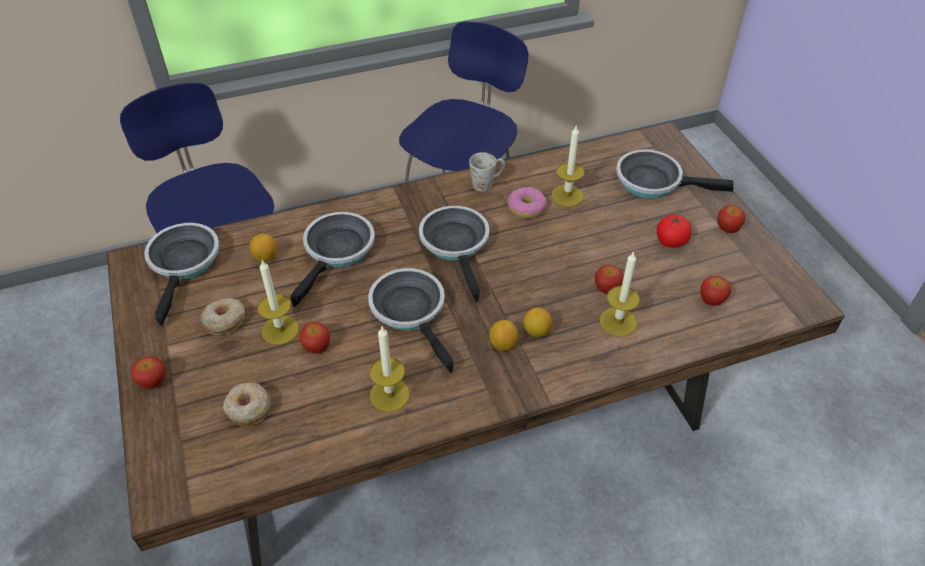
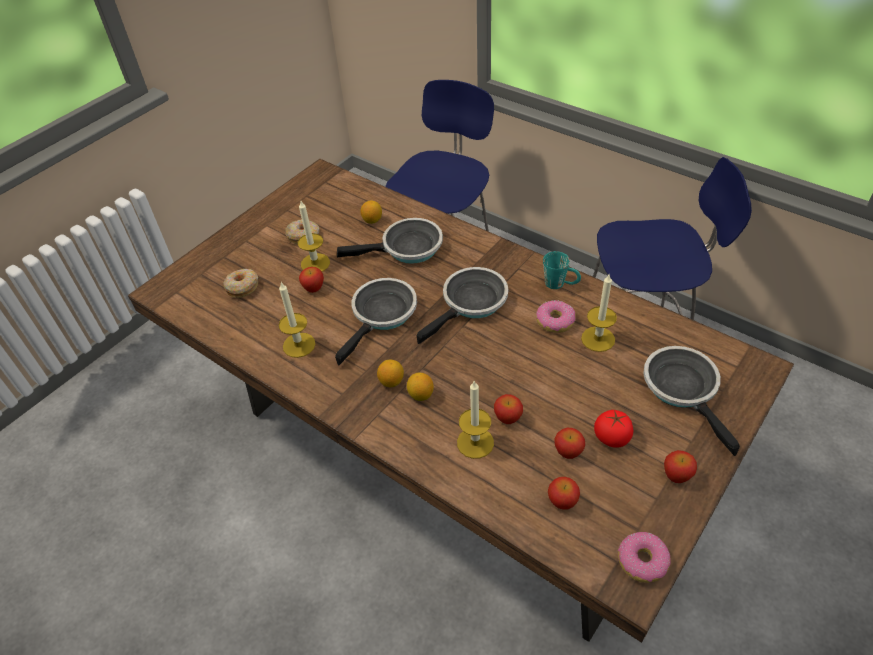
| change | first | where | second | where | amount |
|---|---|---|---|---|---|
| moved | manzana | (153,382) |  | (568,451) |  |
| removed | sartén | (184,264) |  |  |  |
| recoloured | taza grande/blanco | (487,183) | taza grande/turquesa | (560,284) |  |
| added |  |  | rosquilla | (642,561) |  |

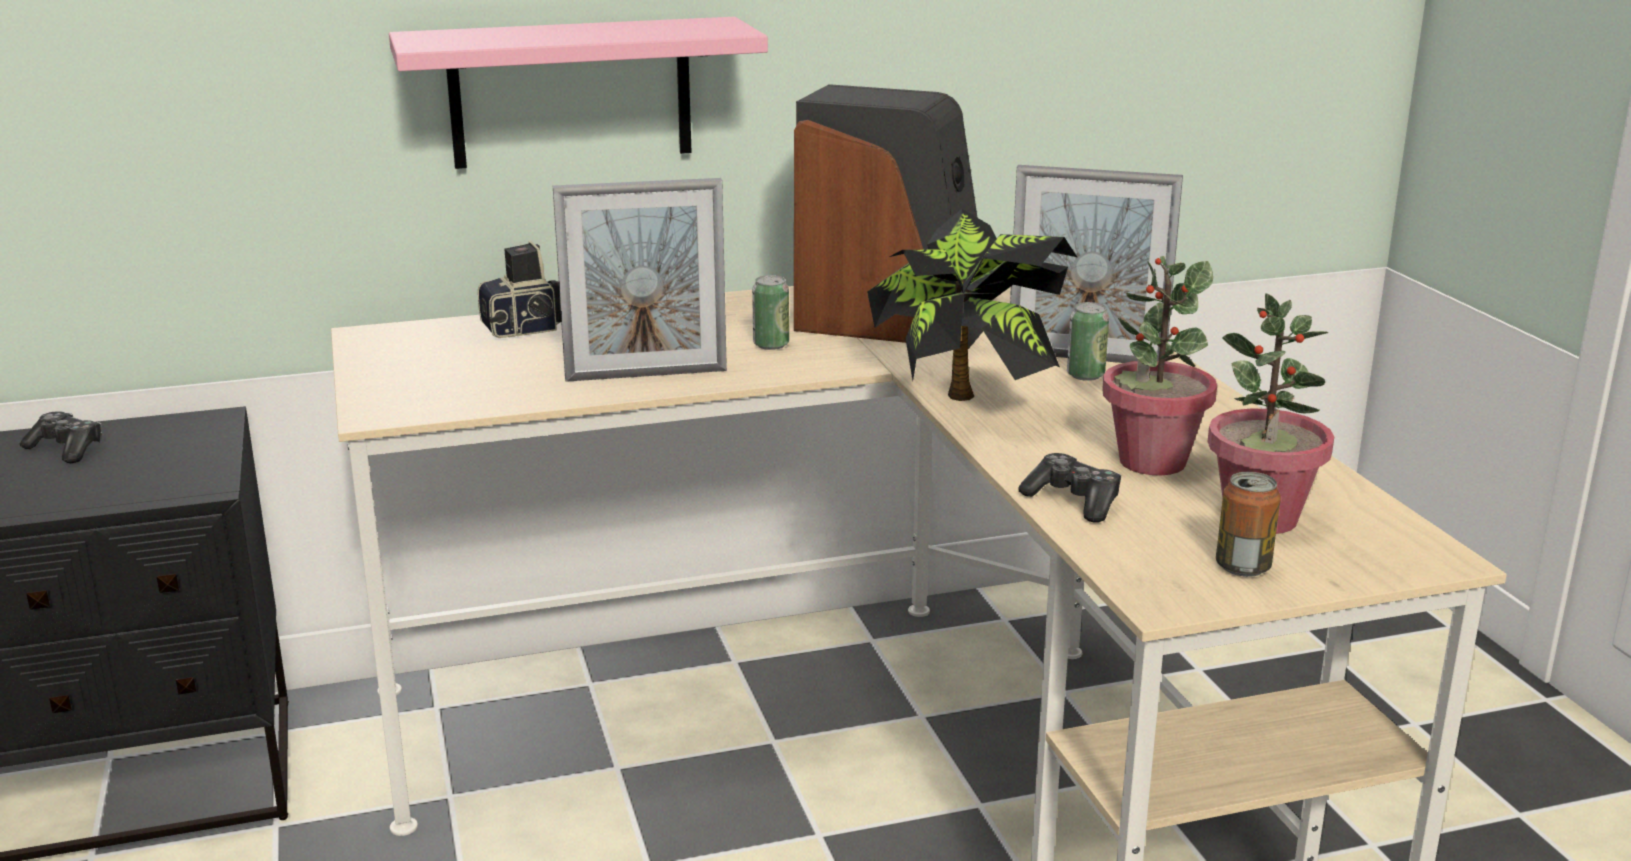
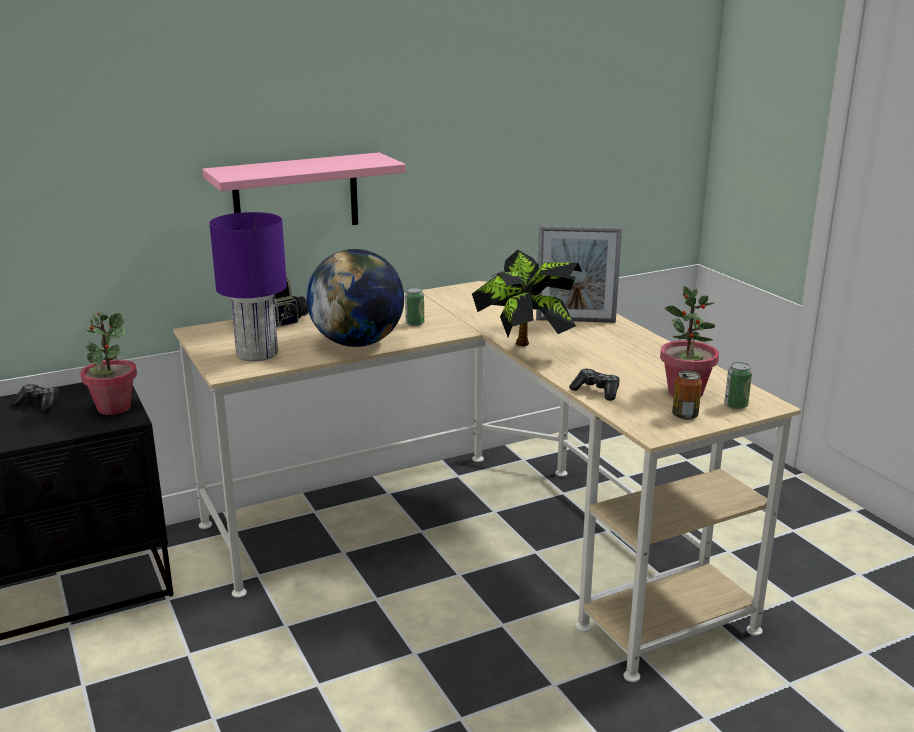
| change | first | where | second | where | amount |
|---|---|---|---|---|---|
| replaced | portarretratos | (646,374) | globo terráqueo | (357,343) |  |
| removed | altavoz | (892,323) |  |  |  |
| moved | lata | (1085,375) |  | (735,405) |  |
| moved | planta en maceta | (1151,461) |  | (113,408) |  |
| added |  |  | lámpara de mesa/morado | (258,353) |  |

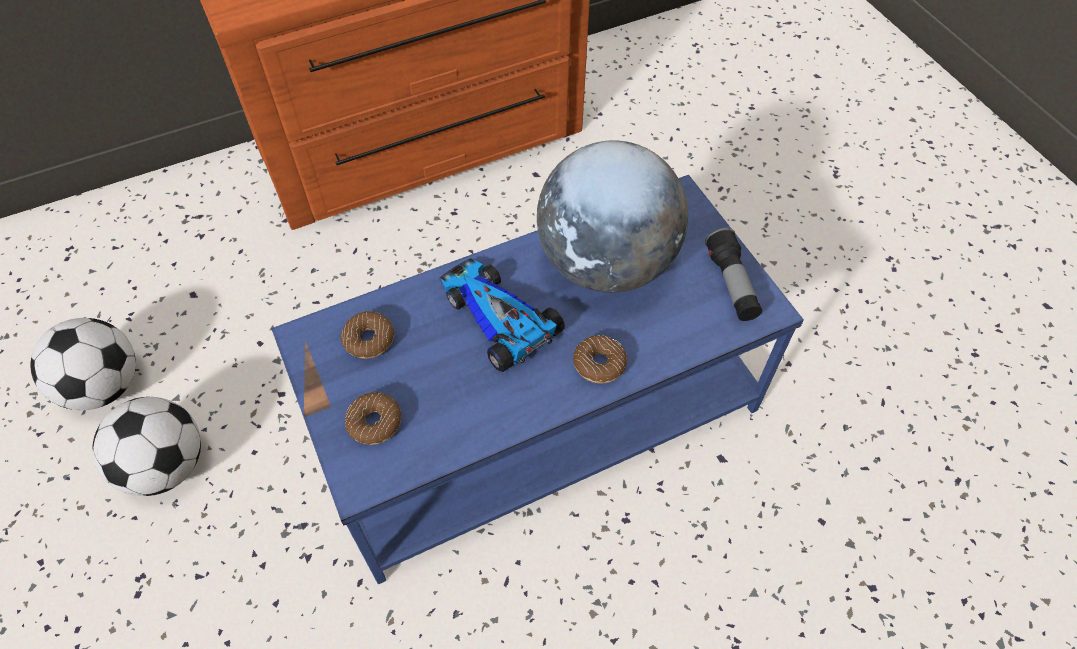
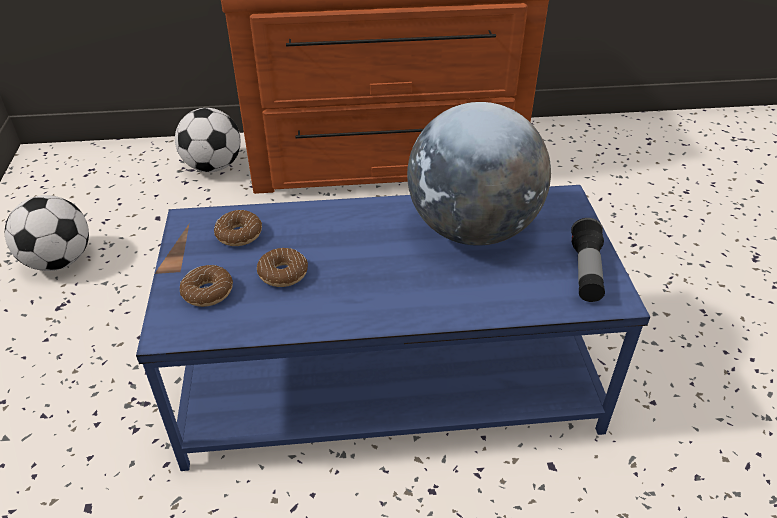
| change | first | where | second | where | amount |
|---|---|---|---|---|---|
| moved | balón de fútbol | (166,466) |  | (213,167) |  |
| removed | coche de juguete | (497,318) |  |  |  |
| moved | rosquilla | (599,364) |  | (283,273) |  |

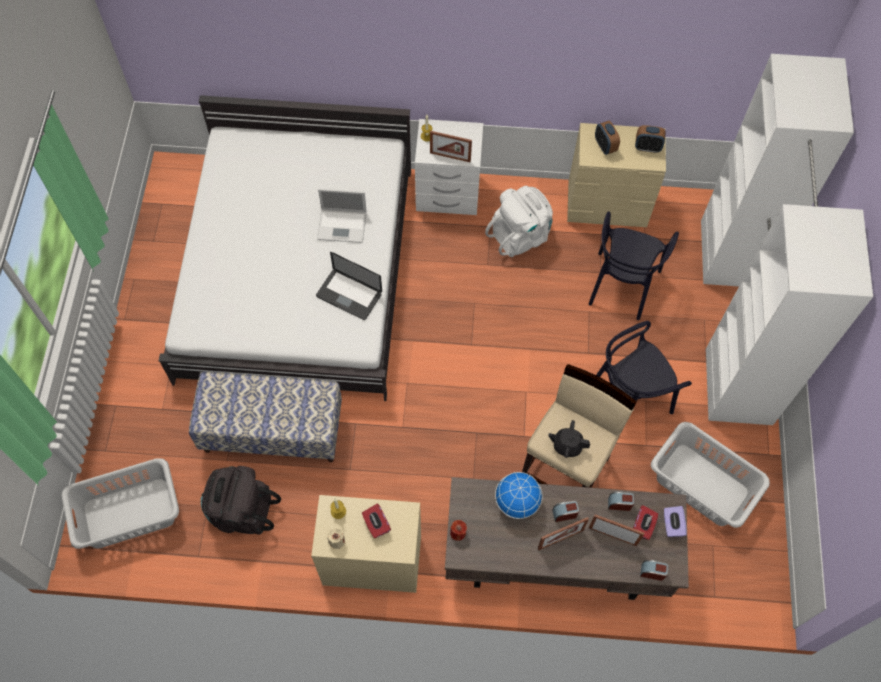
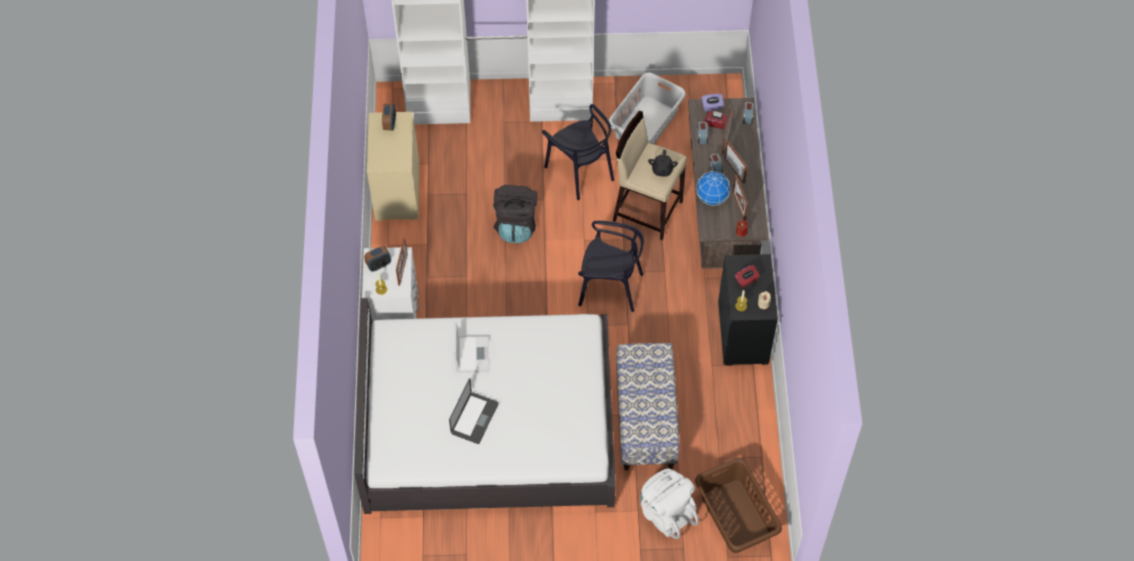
| change | first | where | second | where | amount |
|---|---|---|---|---|---|
| recoloured | cesto de la ropa/gris | (129,513) | cesto de la ropa/marrón | (735,517) |  |
| moved | mochila/negro | (241,511) |  | (516,225) |  |
| recoloured | cómoda/beis | (371,561) | cómoda/negro | (743,333) |  |
| moved | portátil | (349,295) |  | (474,418) |  |
| moved | mochila/blanco | (520,236) |  | (666,512) |  |
| moved | silla/negro | (622,285) |  | (610,287) |  |
| moved | despertador | (605,146) |  | (379,265) |  |
| added |  |  | portarretratos | (739,206) |  |

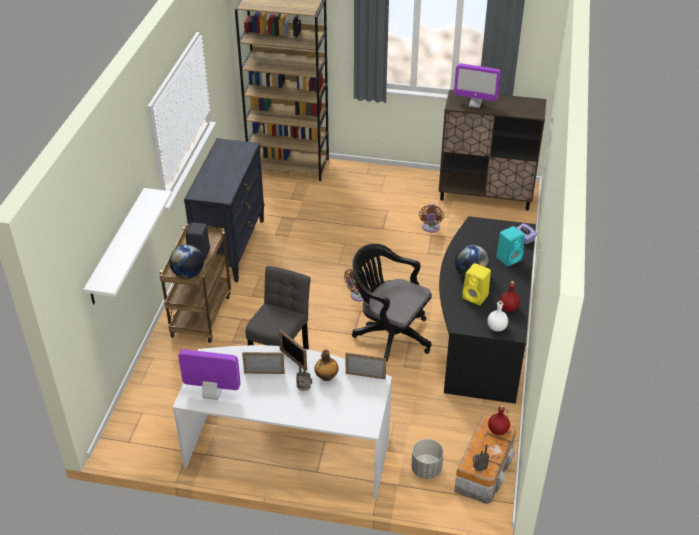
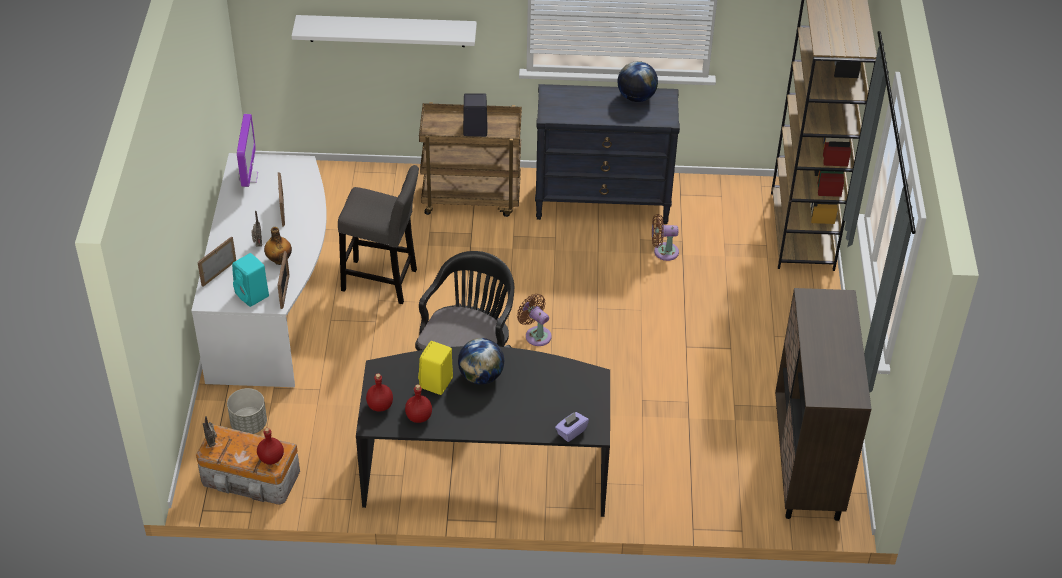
| change | first | where | second | where | amount |
|---|---|---|---|---|---|
| moved | globo terráqueo | (188,274) |  | (636,97) |  |
| moved | portarretratos | (293,360) |  | (218,273) |  |
| moved | ventilador/marrón | (430,228) |  | (663,251) |  |
| removed | monitor | (475,104) |  |  |  |
| recoloured | botella/blanco | (497,327) | botella/rojo | (380,406) |  |
| moved | altavoz/turquesa | (509,258) |  | (253,295) |  |

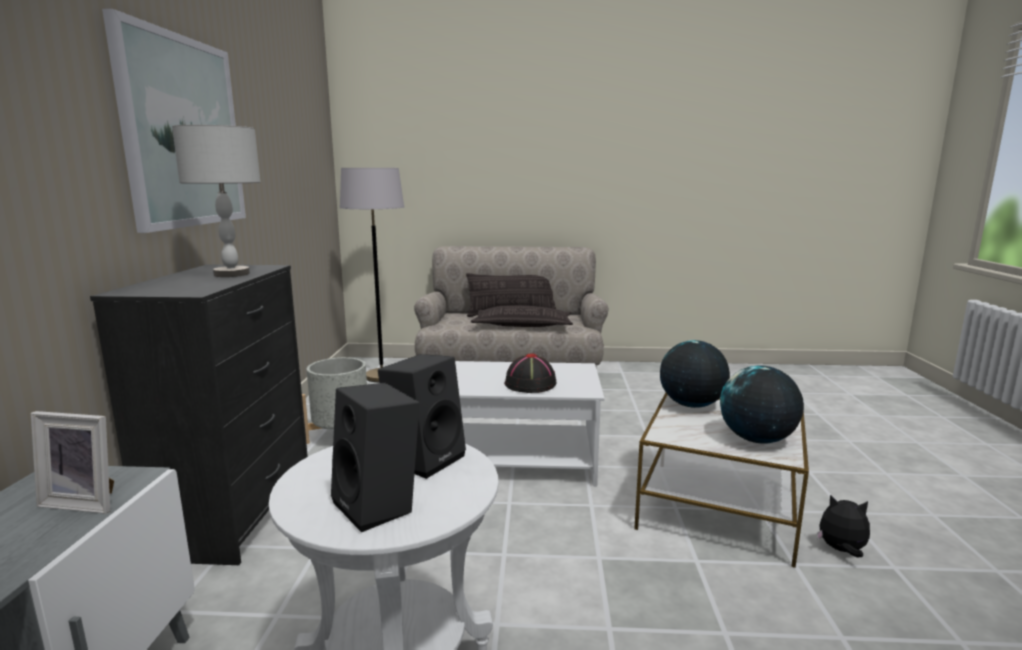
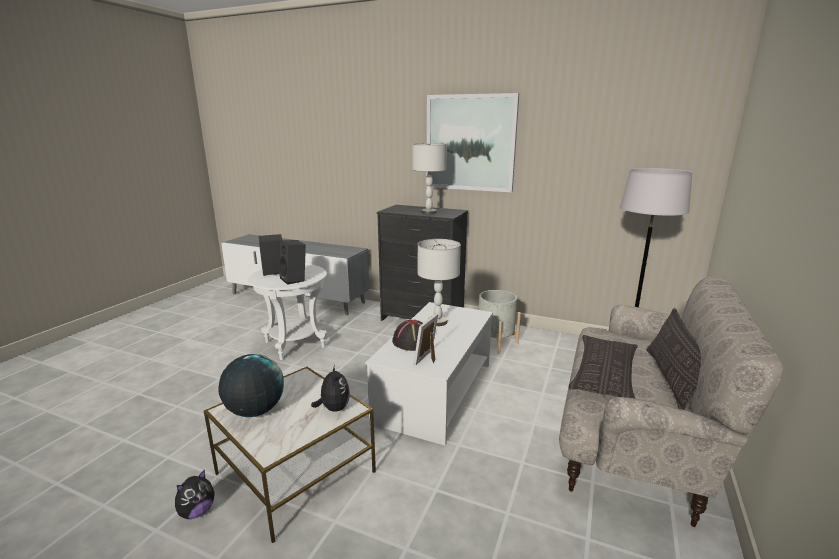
| change | first | where | second | where | amount |
|---|---|---|---|---|---|
| moved | portarretratos | (86,501) |  | (429,358) |  |
| replaced | globo terráqueo | (691,405) | peluche | (334,408) |  |
| added |  |  | lámpara de mesa/gris | (437,322) |  |

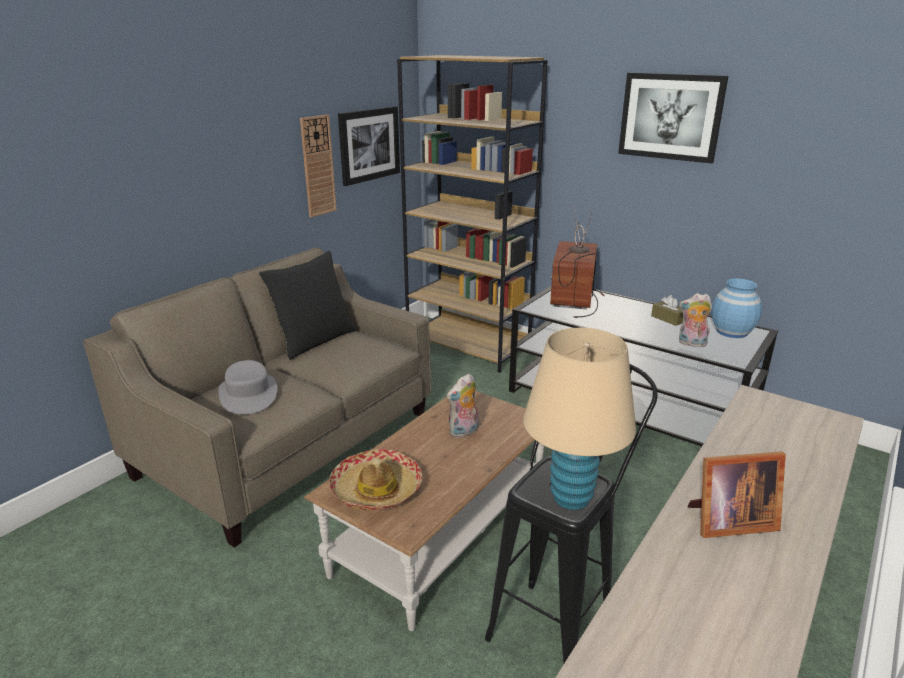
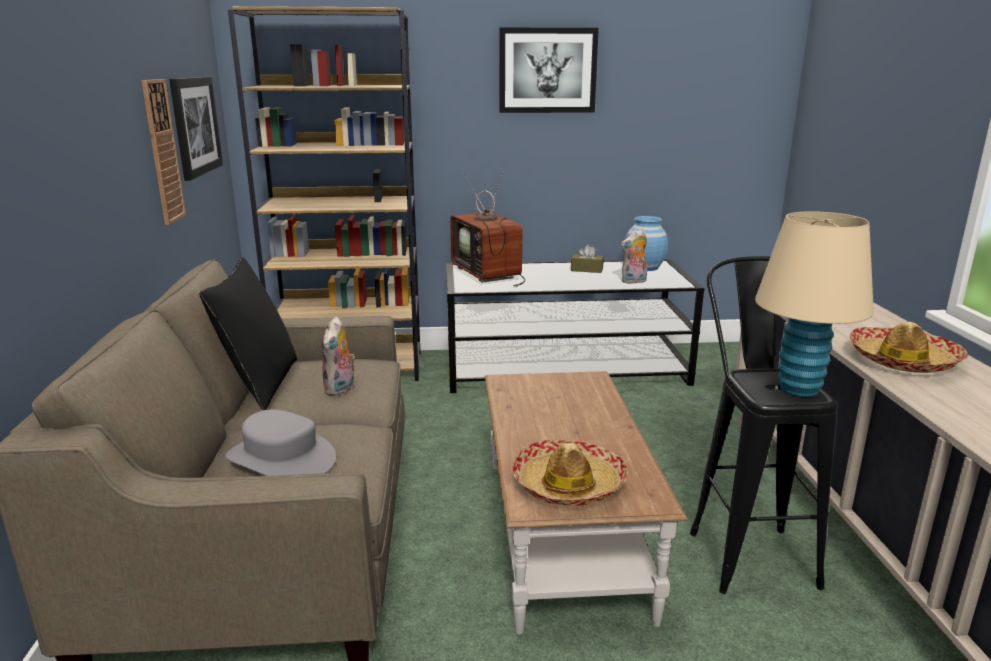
| change | first | where | second | where | amount |
|---|---|---|---|---|---|
| moved | peluche | (464,432) |  | (340,389) |  |
| replaced | portarretratos | (727,521) | sombrero | (903,361) |  |

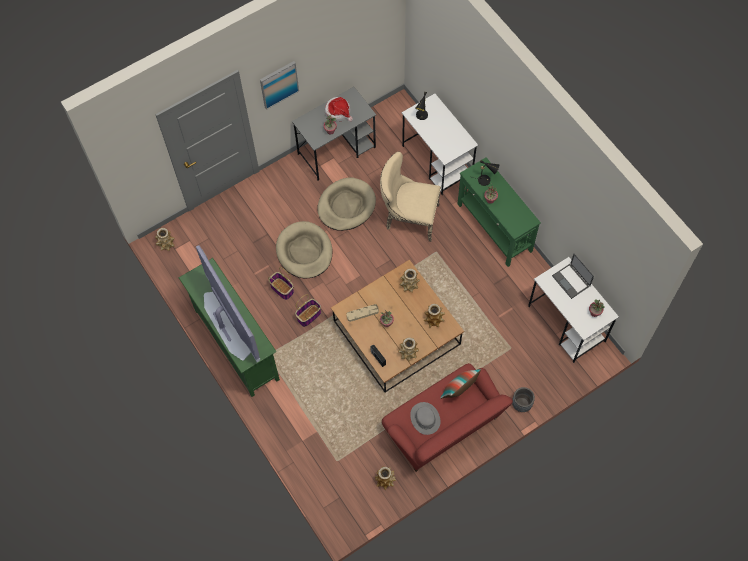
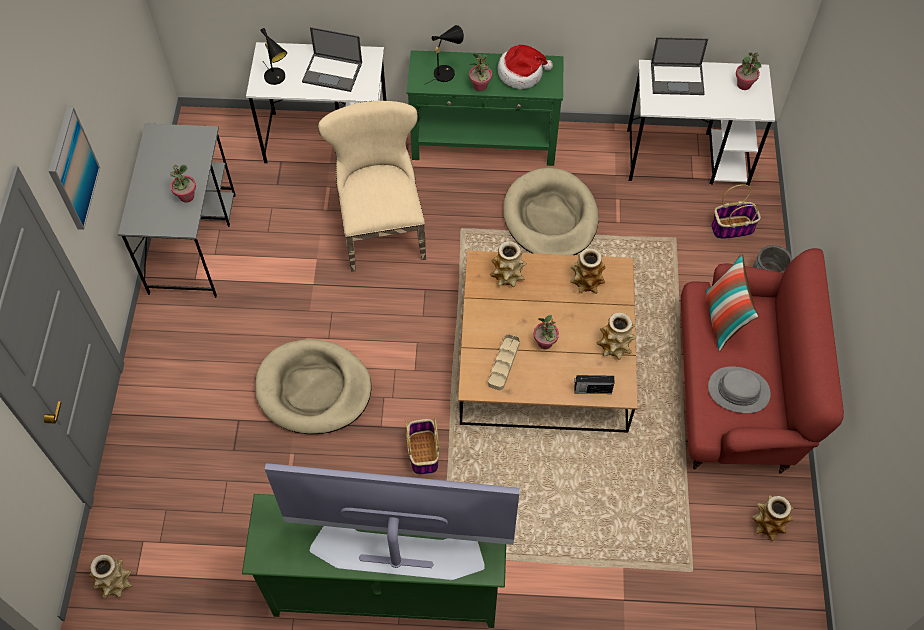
| change | first | where | second | where | amount |
|---|---|---|---|---|---|
| moved | cesta | (282,289) |  | (732,228) |  |
| moved | cama para perro/beis | (346,206) |  | (550,217) |  |
| moved | sombrero | (338,112) |  | (521,73) |  |
| turned | silla/beis | (408,218) |  | (381,227) | 120 degrees clockwise |
| added |  |  | portátil | (333,72) |  |

